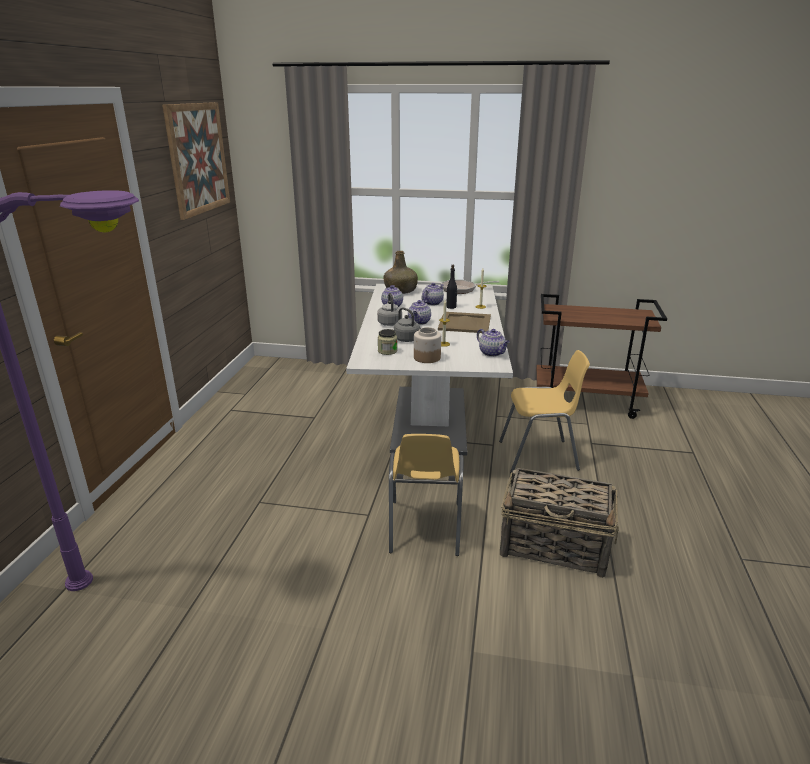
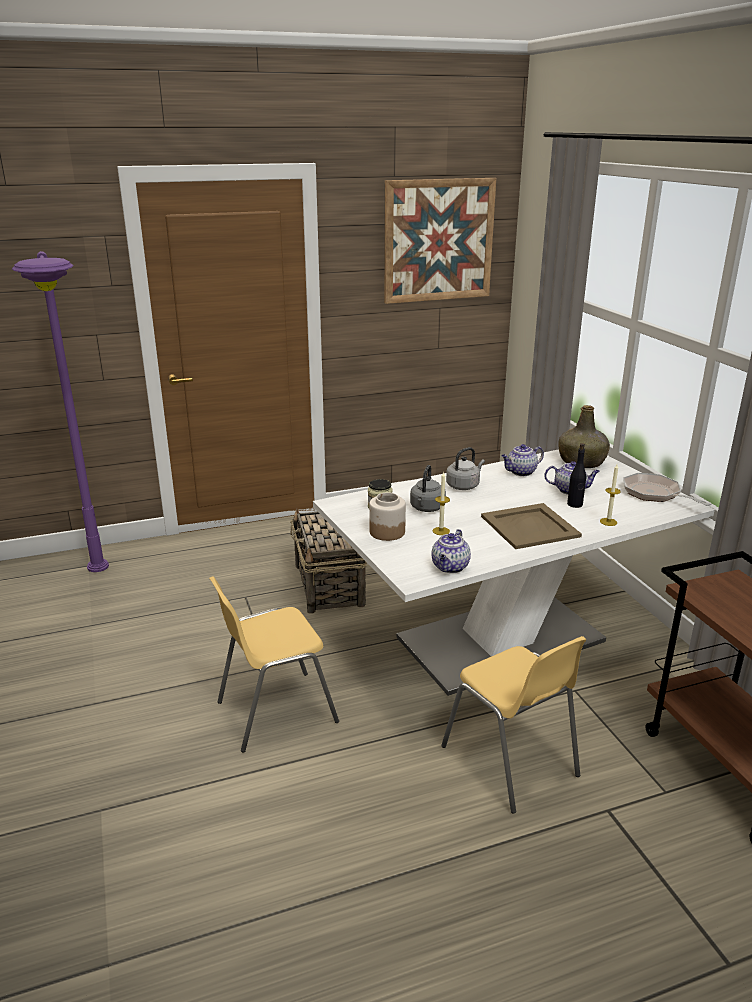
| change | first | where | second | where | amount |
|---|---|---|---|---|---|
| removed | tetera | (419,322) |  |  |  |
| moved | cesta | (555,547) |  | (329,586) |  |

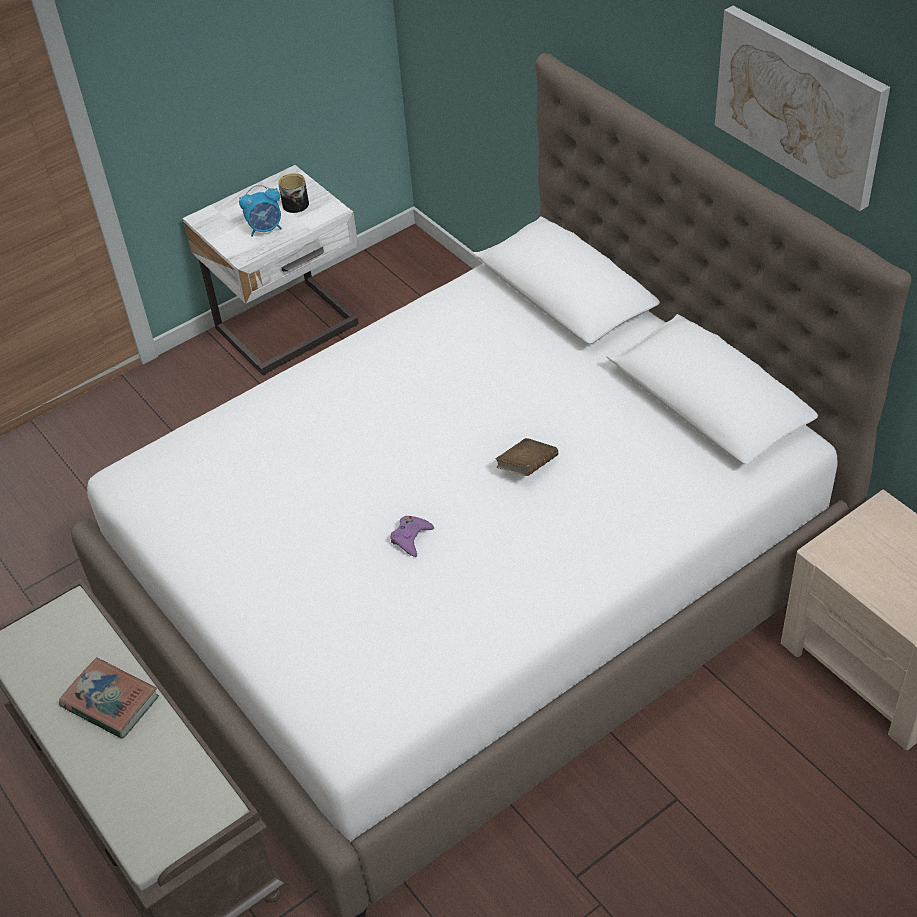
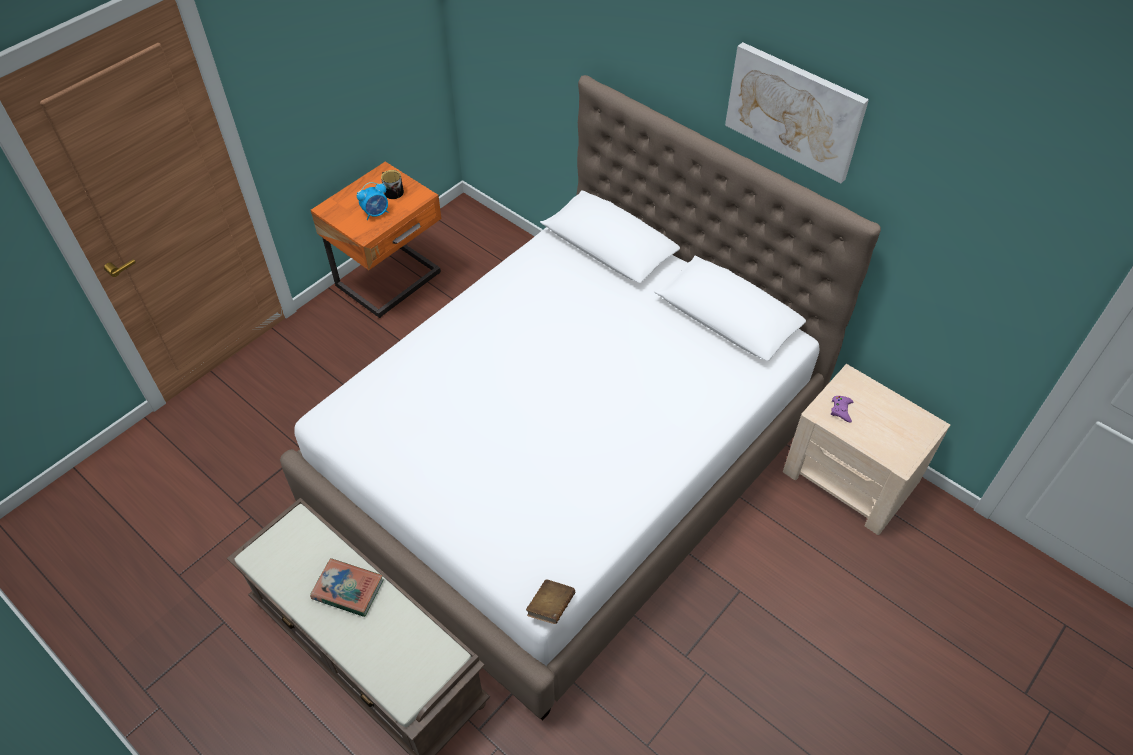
| change | first | where | second | where | amount |
|---|---|---|---|---|---|
| recoloured | mesita de noche/blanco | (290,330) | mesita de noche/naranja | (391,281) |  |
| moved | mando de consola/morado | (411,538) |  | (841,410) |  |
| moved | libro/marrón | (527,467) |  | (550,607) |  |

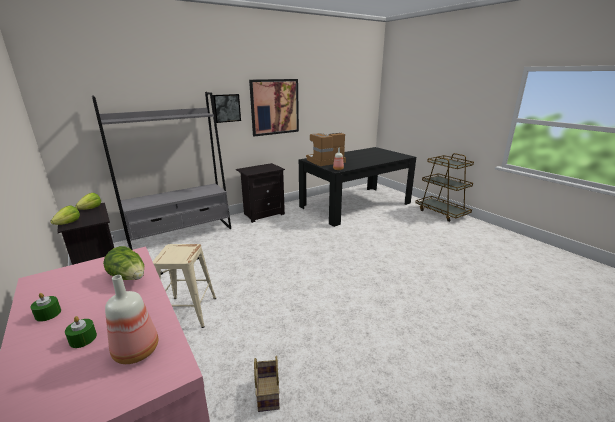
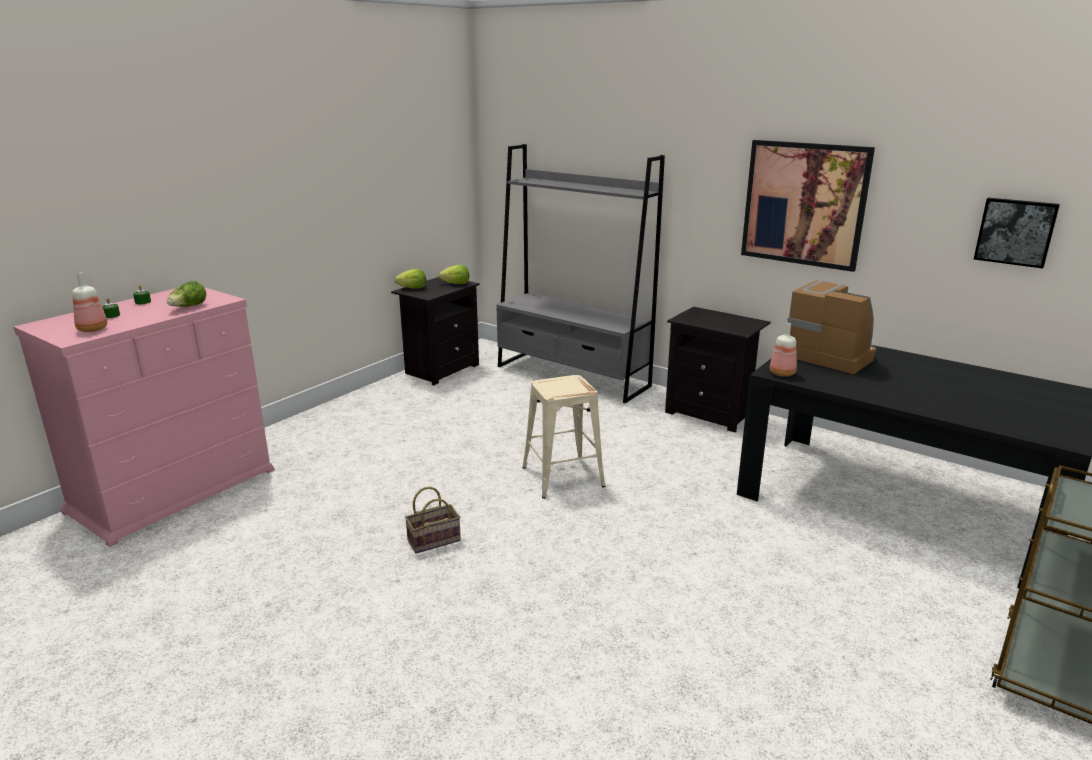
| change | first | where | second | where | amount |
|---|---|---|---|---|---|
| moved | taburete/beis | (187,311) |  | (562,476) |  |
| moved | cuadro | (226,108) |  | (1015,232) |  |
| moved | cesta | (267,392) |  | (435,540) |  |

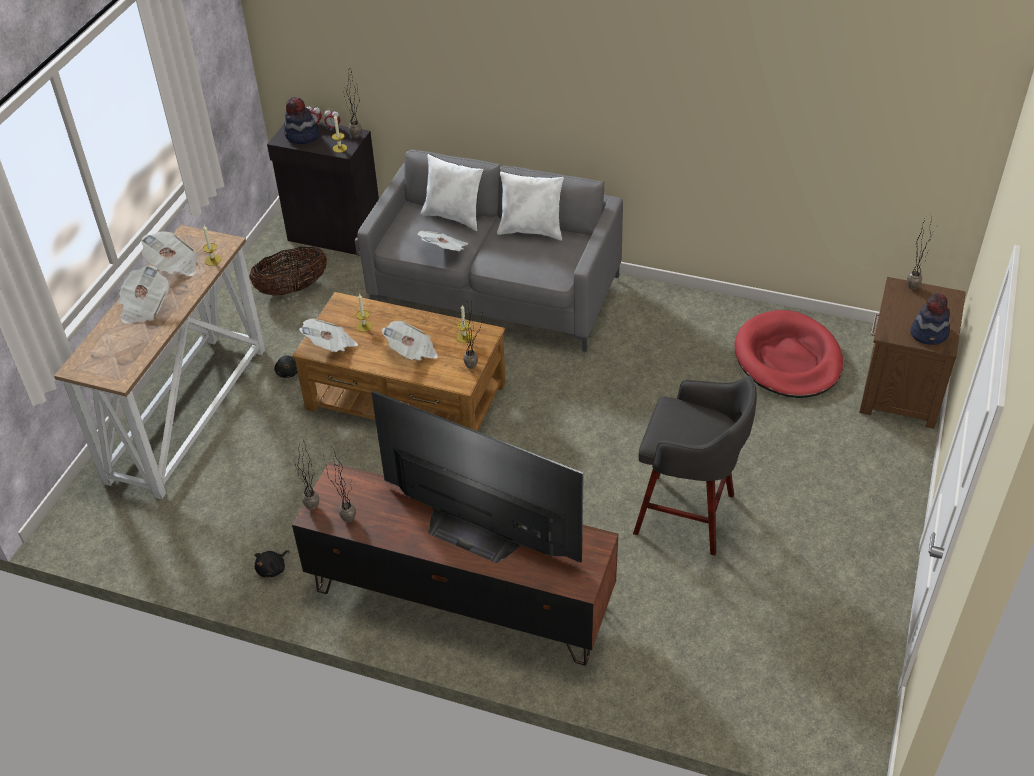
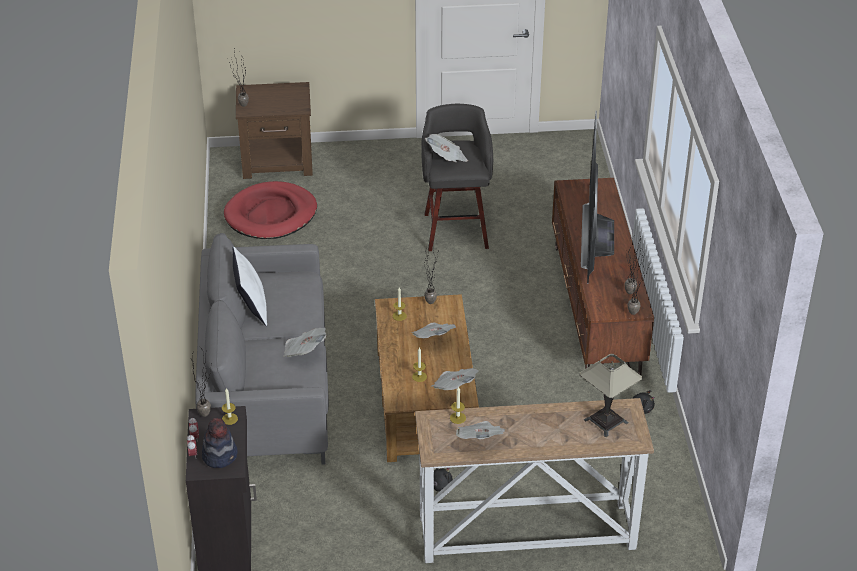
| change | first | where | second | where | amount |
|---|---|---|---|---|---|
| moved | periódico | (144,307) |  | (447,158) |  |
| removed | cesta | (292,288) |  |  |  |
| removed | cojín/blanco | (454,217) |  |  |  |
| removed | sombrero | (929,333) |  |  |  |
| added |  |  | lámpara de mesa | (606,421) |  |

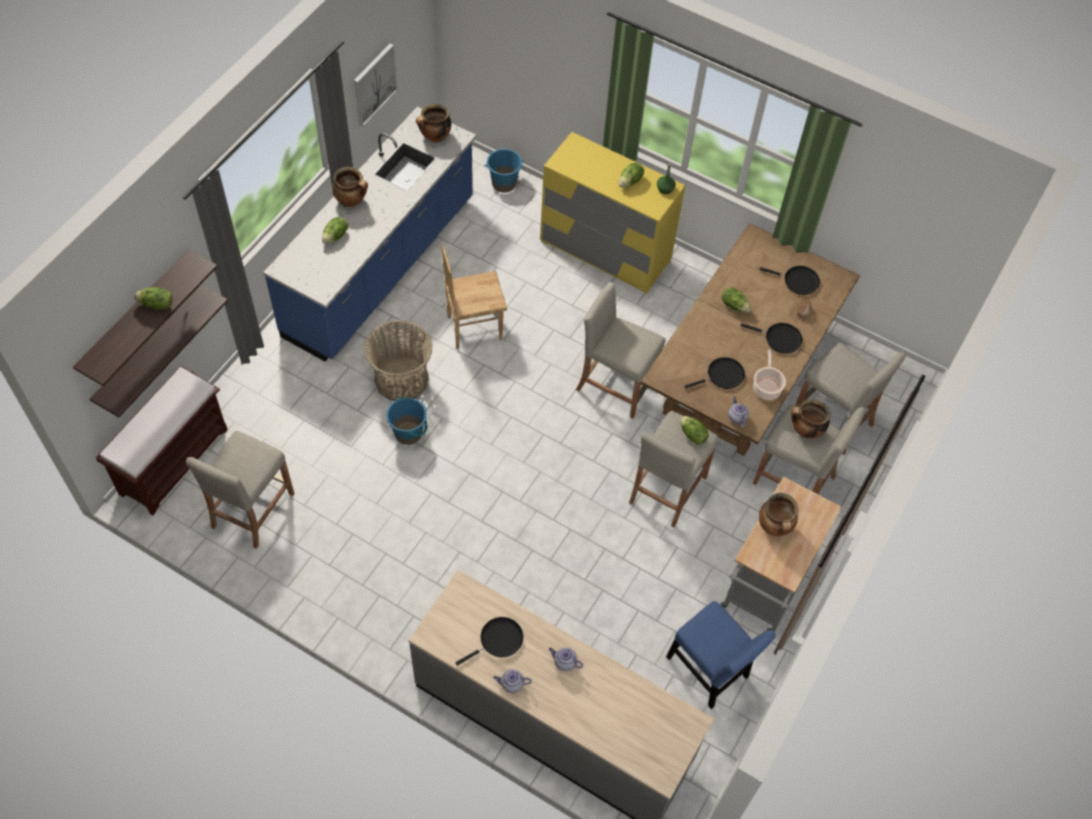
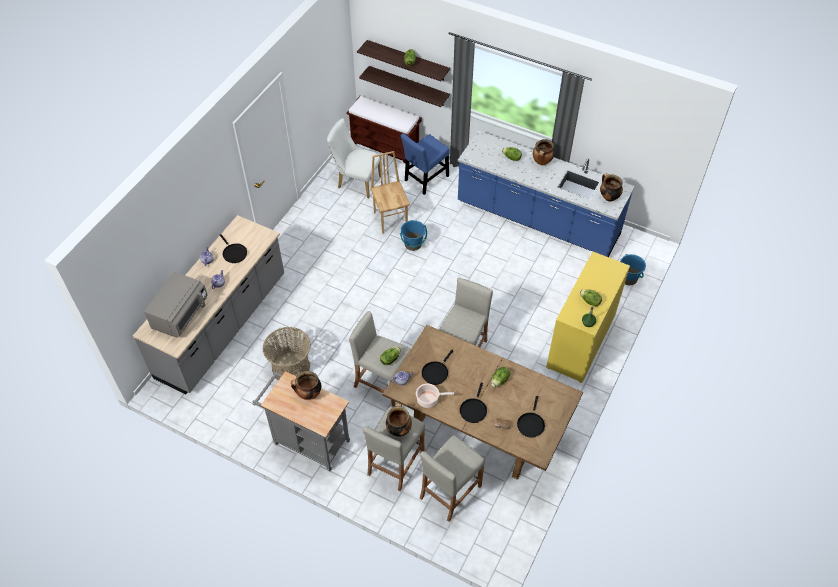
| change | first | where | second | where | amount |
|---|---|---|---|---|---|
| replaced | taburete/beis | (252,510) | silla/blanco | (356,182) |  |
| removed | cuadro | (374,84) |  |  |  |
| moved | cesta | (401,379) |  | (291,368) |  |
| moved | silla/marrón | (474,327) |  | (391,219) |  |
| moved | silla/azul | (709,671) |  | (425,179) |  |
| turned | sartén/negro | (722,376) |  | (436,372) | 60 degrees clockwise |
| added |  |  | microondas/gris | (181,315) |  |

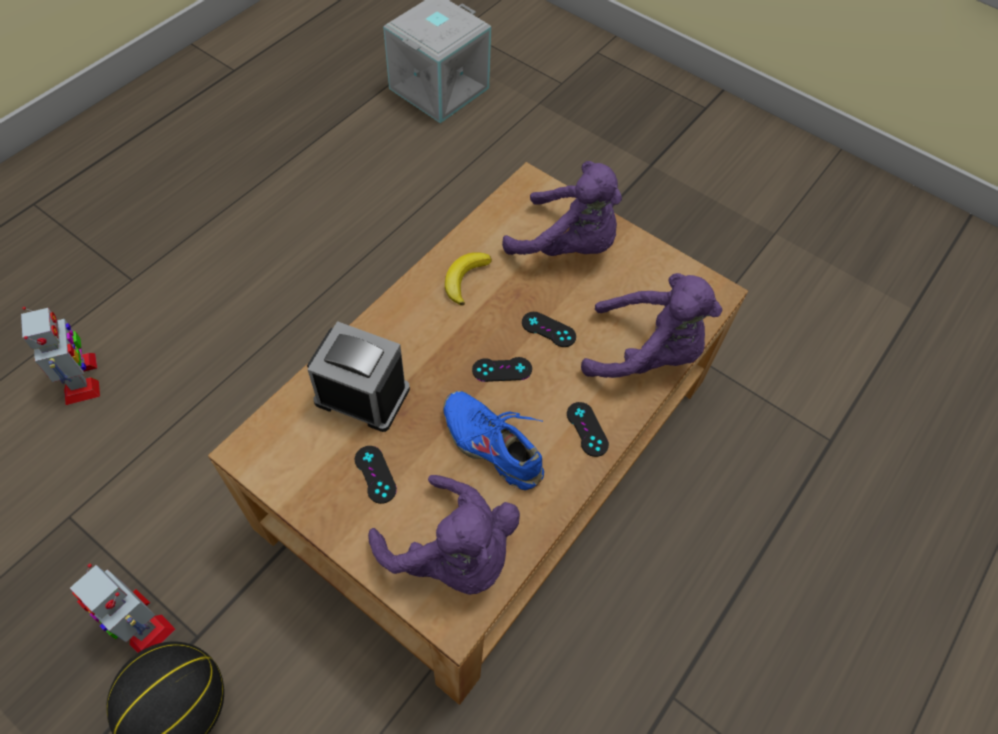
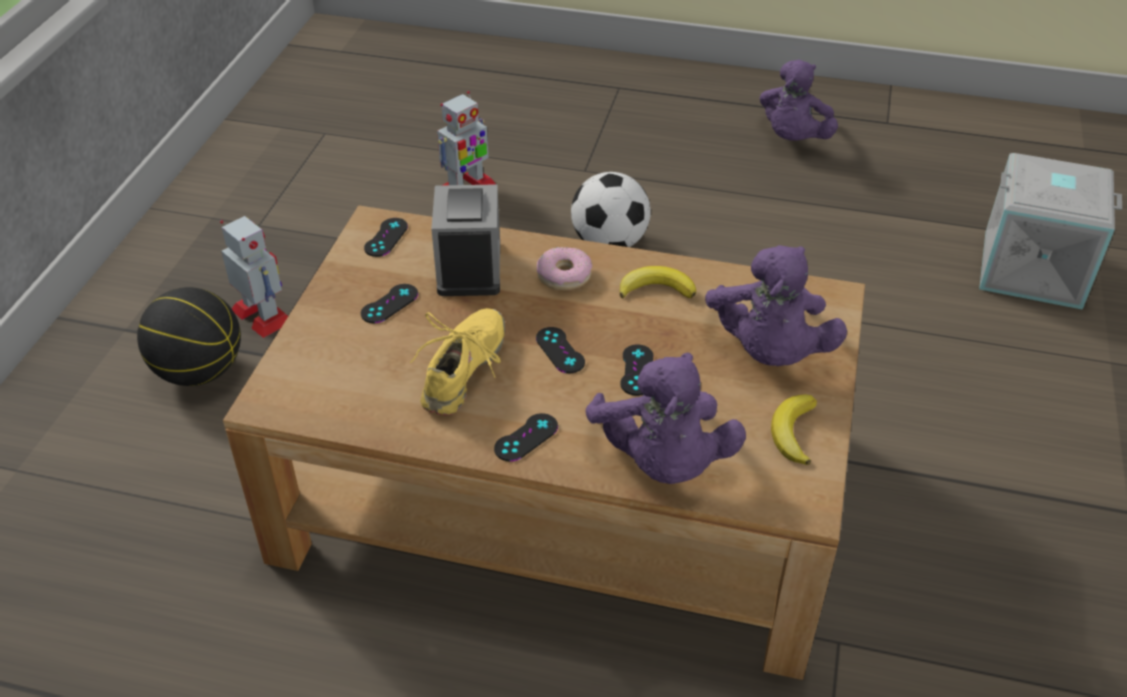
| change | first | where | second | where | amount |
|---|---|---|---|---|---|
| turned | robot de juguete | (139,623) |  | (262,315) | 120 degrees clockwise |
| moved | peluche/morado | (453,554) |  | (793,139) |  |
| recoloured | zapato/azul | (493,445) | zapato/amarillo | (465,371) |  |
| added |  |  | mando de consola/negro | (386,237) |  |
| added |  |  | rosquilla | (564,275) |  |
| added |  |  | balón de fútbol | (609,243) |  |
| added |  |  | plátano | (793,432) |  |

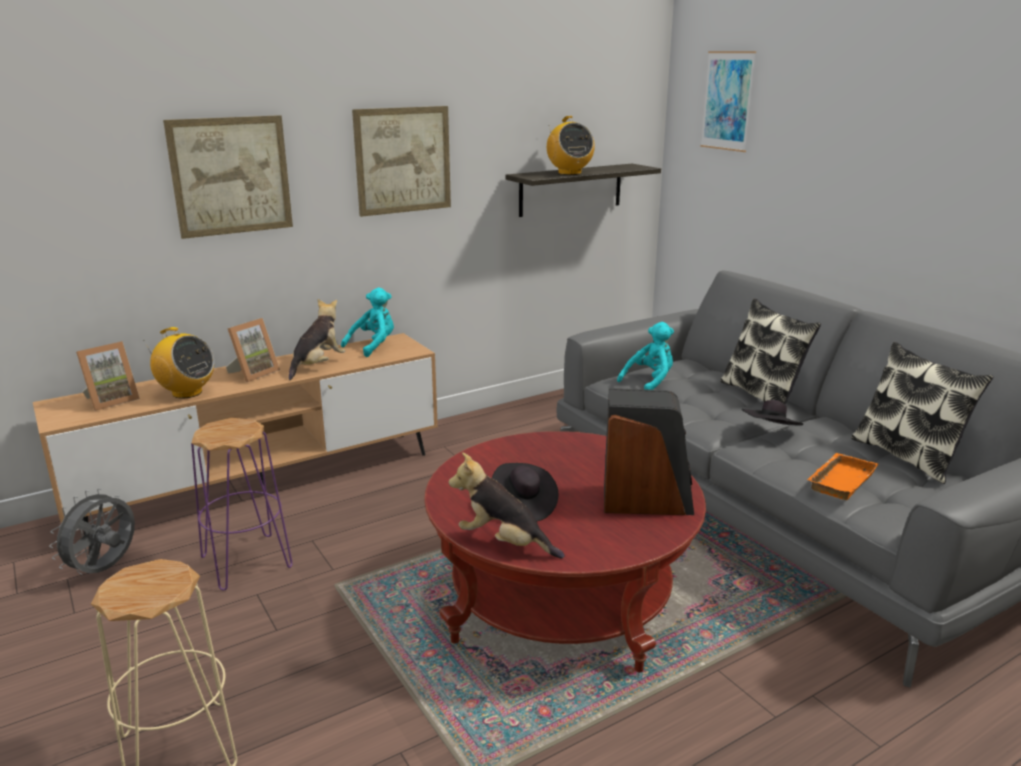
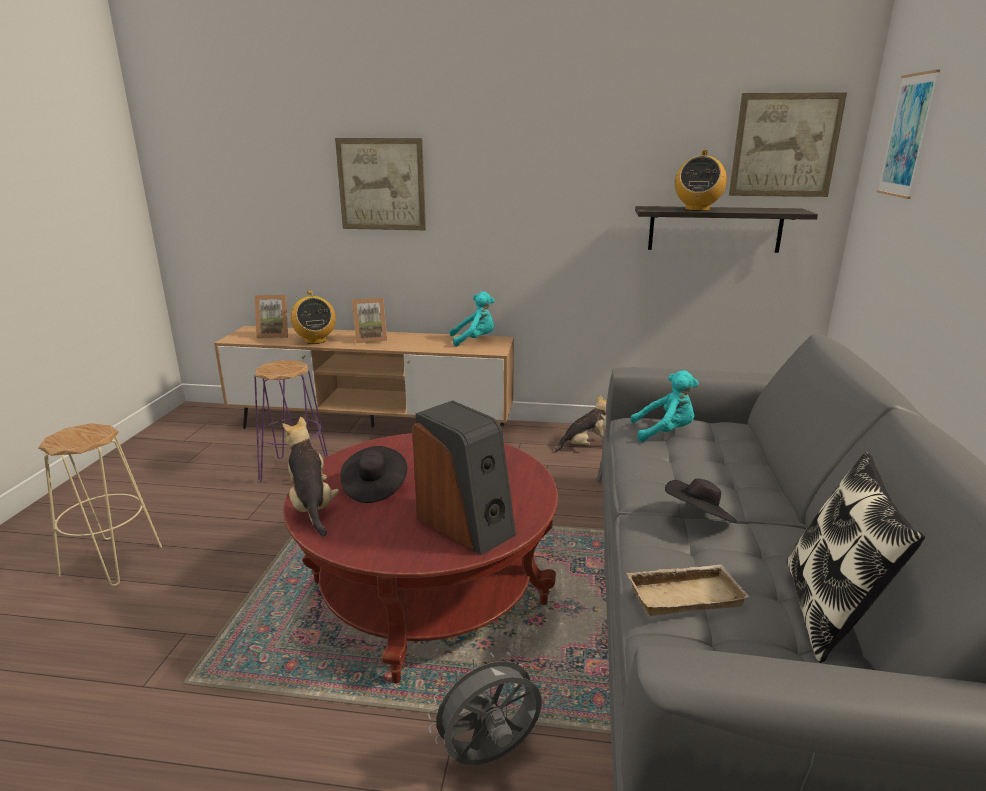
| change | first | where | second | where | amount |
|---|---|---|---|---|---|
| moved | ventilador/gris | (105,570) |  | (489,756) |  |
| moved | peluche | (318,365) |  | (585,446) |  |
| moved | cuadro | (403,160) |  | (785,145) |  |
| removed | cojín | (762,395) |  |  |  |
| recoloured | bandeja/naranja | (839,480) | bandeja/beis | (684,594) |  |

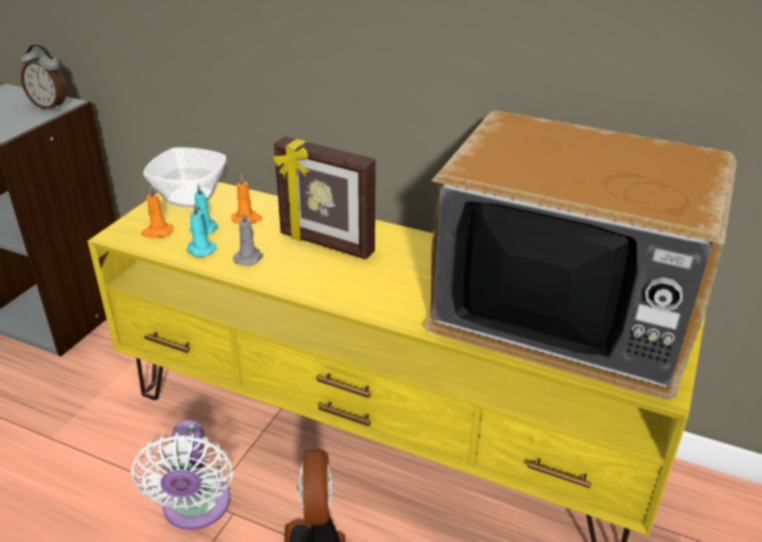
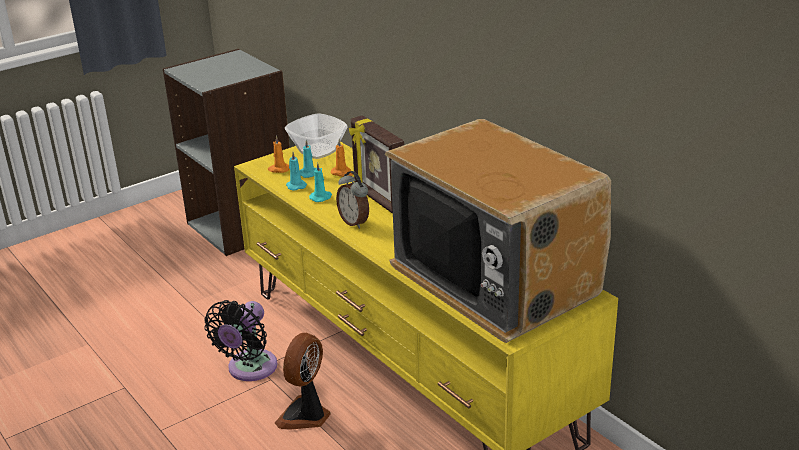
| change | first | where | second | where | amount |
|---|---|---|---|---|---|
| moved | despertador | (50,106) |  | (355,222) |  |
| recoloured | ventilador/blanco | (195,508) | ventilador/negro | (249,369) |  |
| recoloured | vela/gris | (249,258) | vela/turquesa | (321,197) |  |

